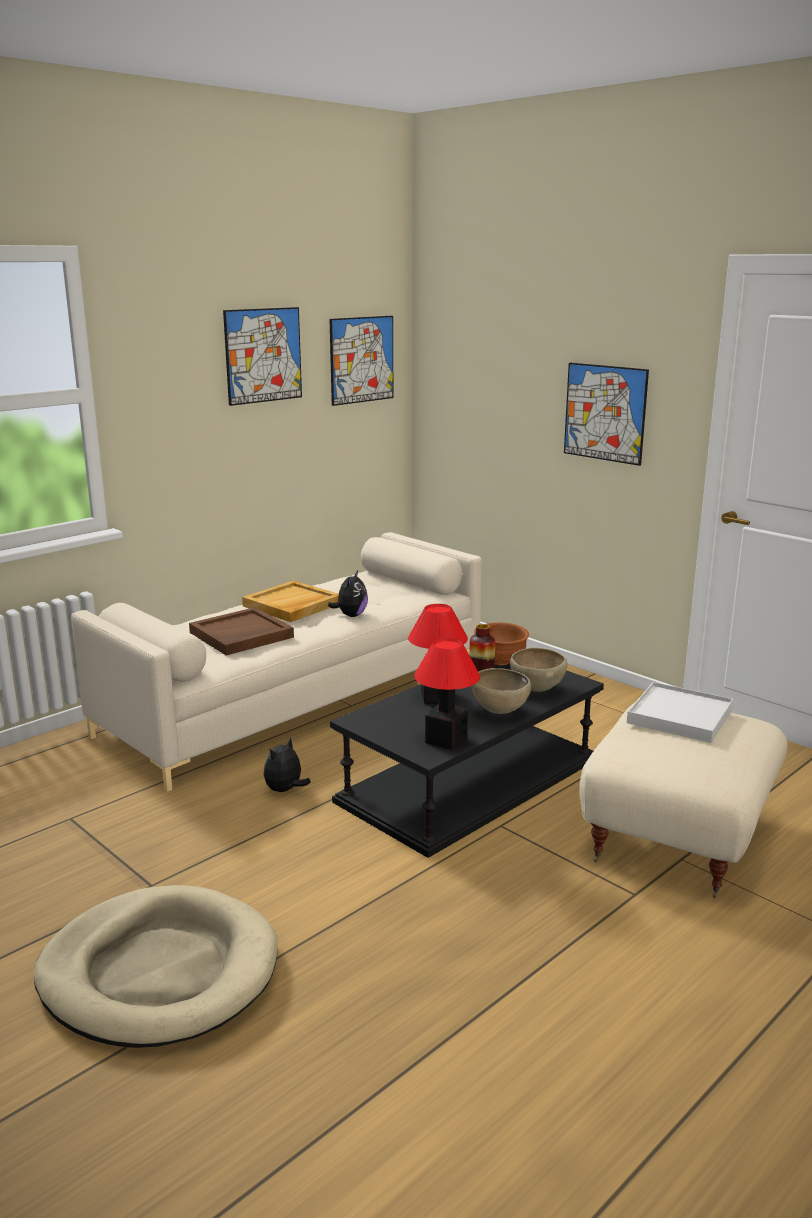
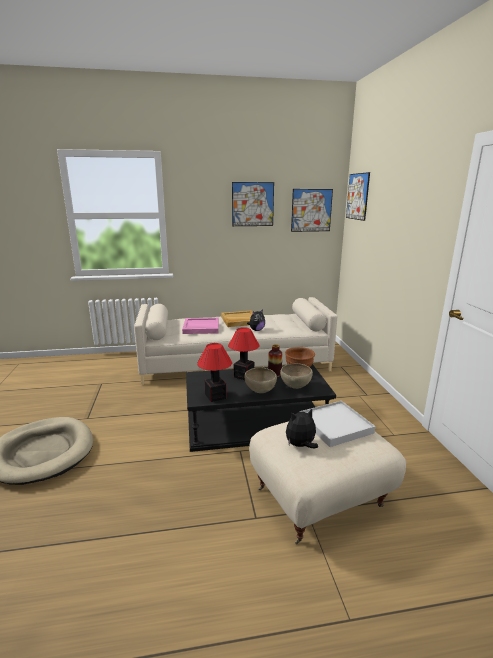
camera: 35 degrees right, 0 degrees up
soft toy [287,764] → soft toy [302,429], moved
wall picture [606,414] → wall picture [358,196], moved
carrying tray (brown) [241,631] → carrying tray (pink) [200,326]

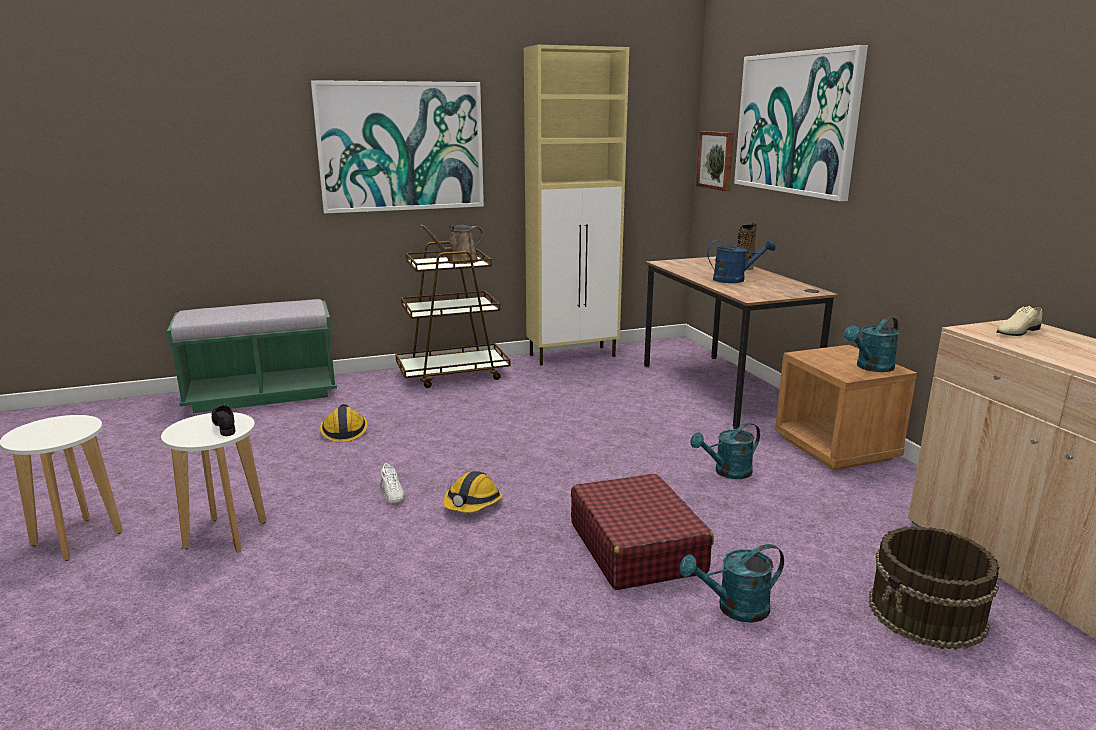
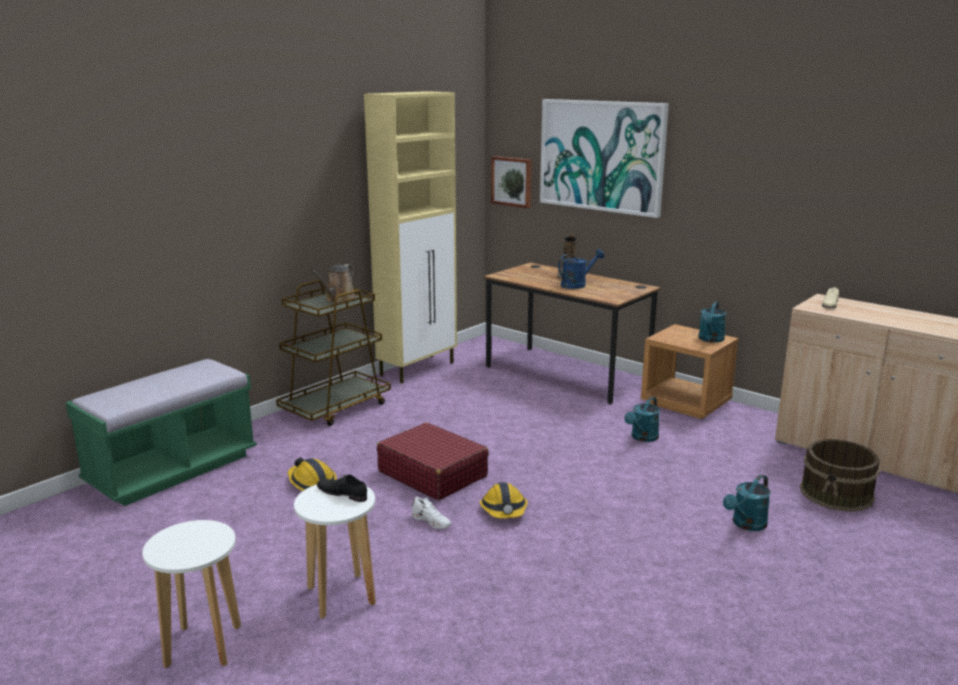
camera: 30 degrees left, 0 degrees up
wall picture [397,146] → -
suitcase (reddish) [642,531] → suitcase (reddish) [433,461], moved

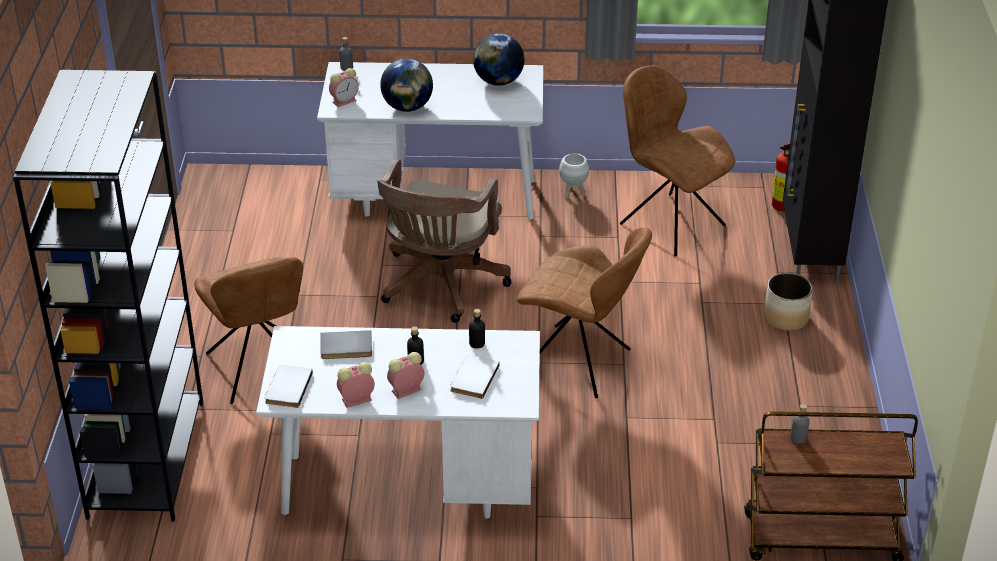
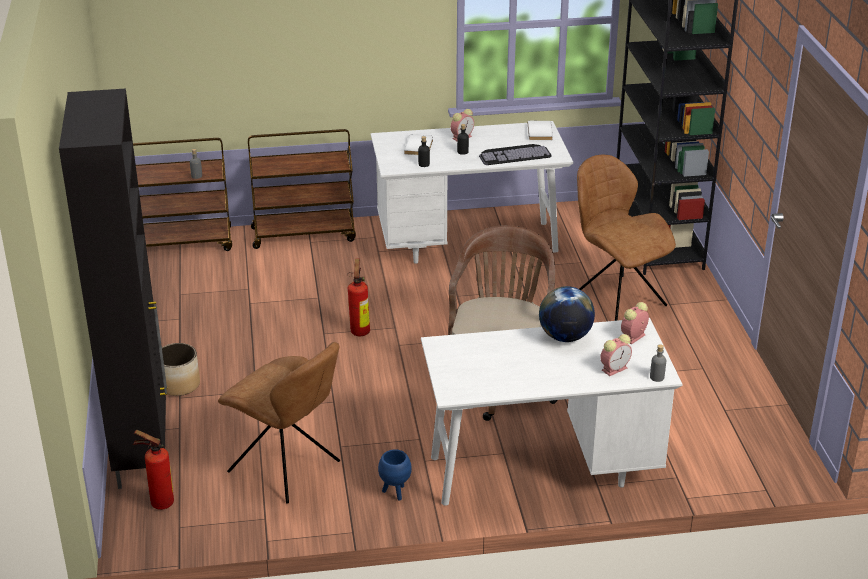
camera: 170 degrees right, 5 degrees down
world globe [498,60] → -
- → wheeled cart (brown) [302,189]
bedside clock [356,385] → bedside clock [616,355], moved
volume (gray) [346,344] → computer keyboard [515,154]
upright chair (brown) [584,312] → fire-fighting cylinder [358,297]
planter (white-coloured) [574,175] → planter (blue) [395,475]

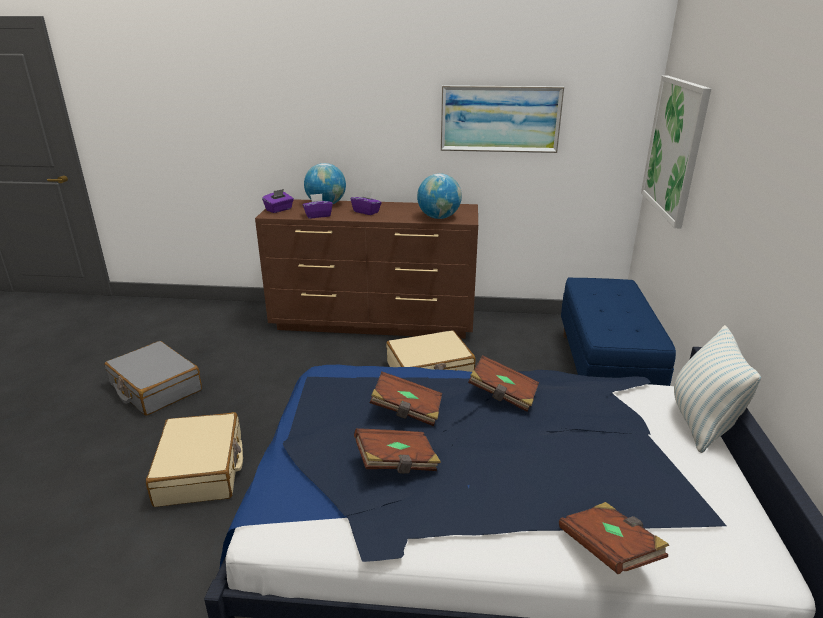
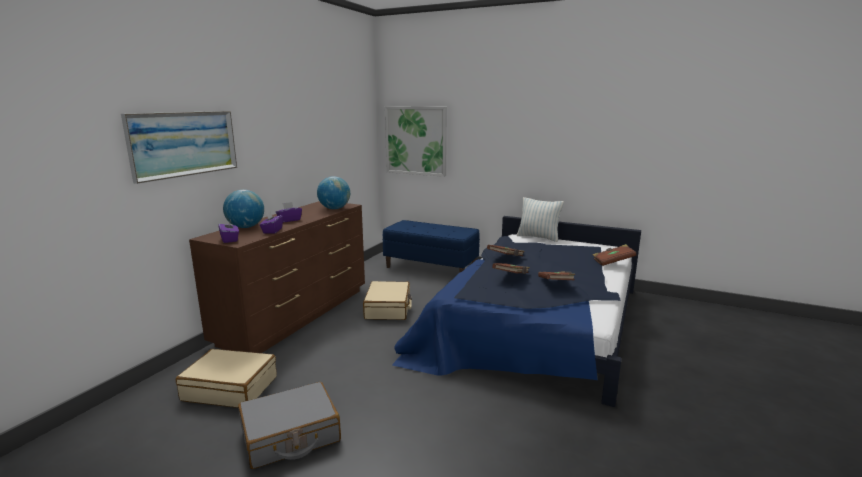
camera: 70 degrees left, 10 degrees down
suitcase (sand-coloured) [194,459] → suitcase (sand-coloured) [226,378], moved
wall picture [502,119] → wall picture [179,147], moved

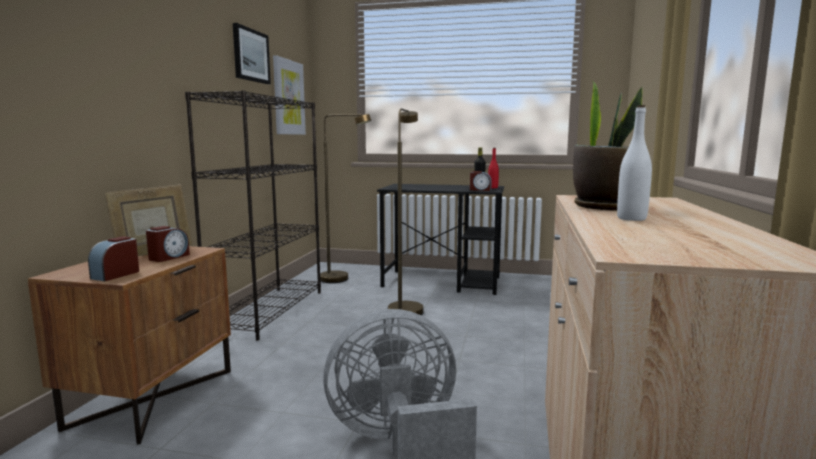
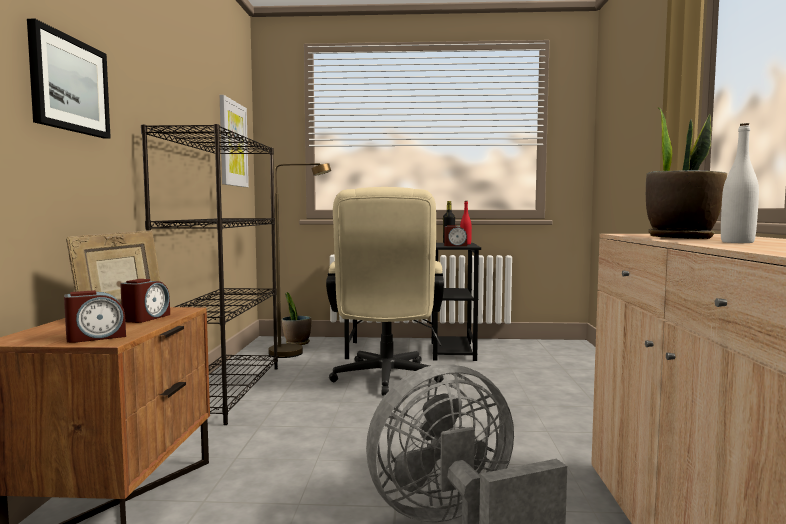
camera: 10 degrees left, 5 degrees down
- → plant in a pot [296,318]
wall picture [252,53] → wall picture [69,78], moved
standard lamp (brown) [405,211] → desk chair (sand-coloured) [385,291]
bedside clock [113,258] → bedside clock [95,316], 135 degrees counterclockwise

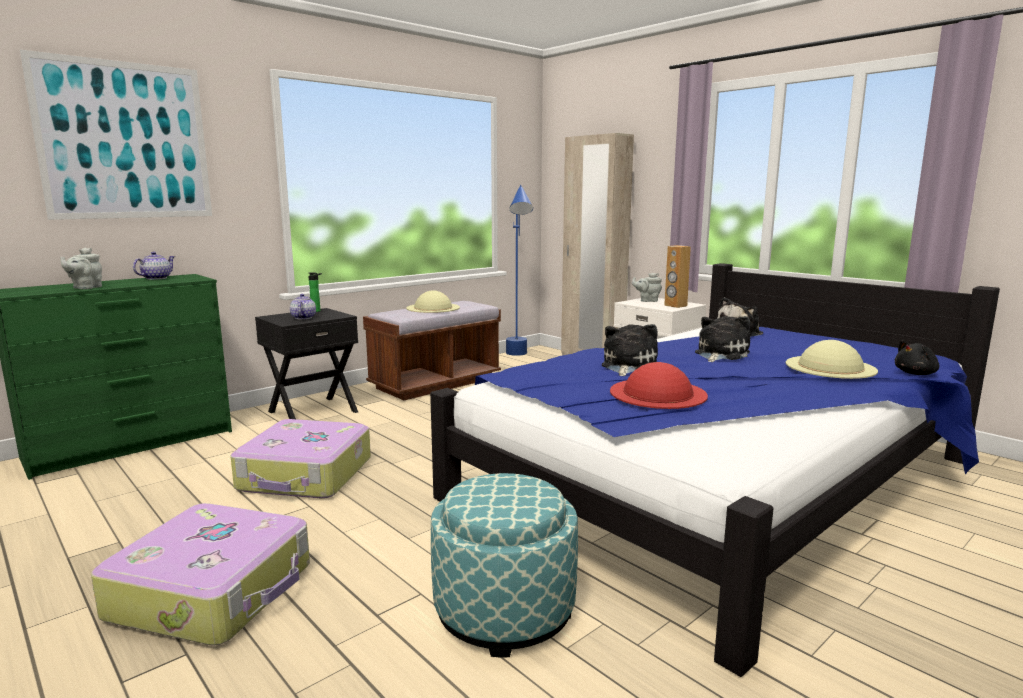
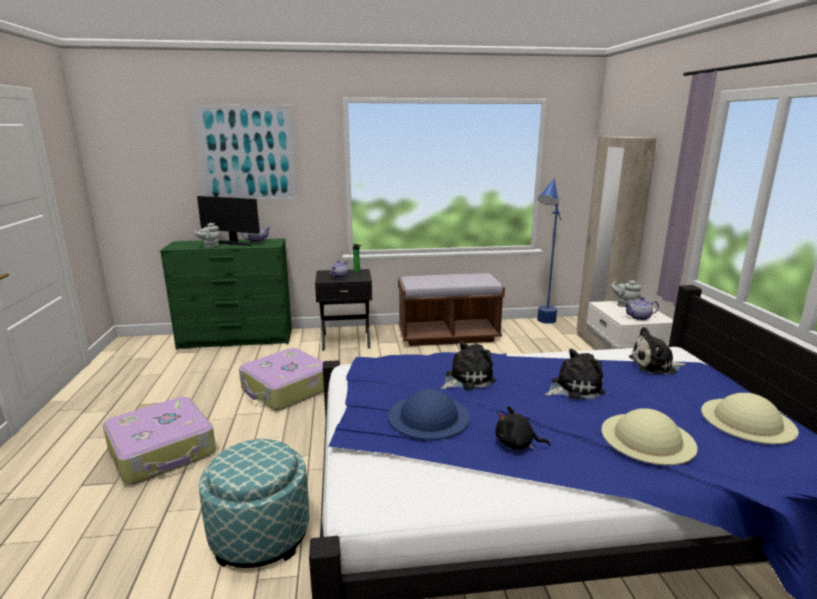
camera: 35 degrees right, 5 degrees up
- → monitor [228,221]
wearable hat (sand-coloured) [433,301] → wearable hat (sand-coloured) [750,418], moved
soft toy (blackish) [917,357] → soft toy (blackish) [523,428], moved
audio speaker (brown) [677,276] → pot for tea [641,308]
wearable hat (reddish) [659,385] → wearable hat (blue) [429,414]

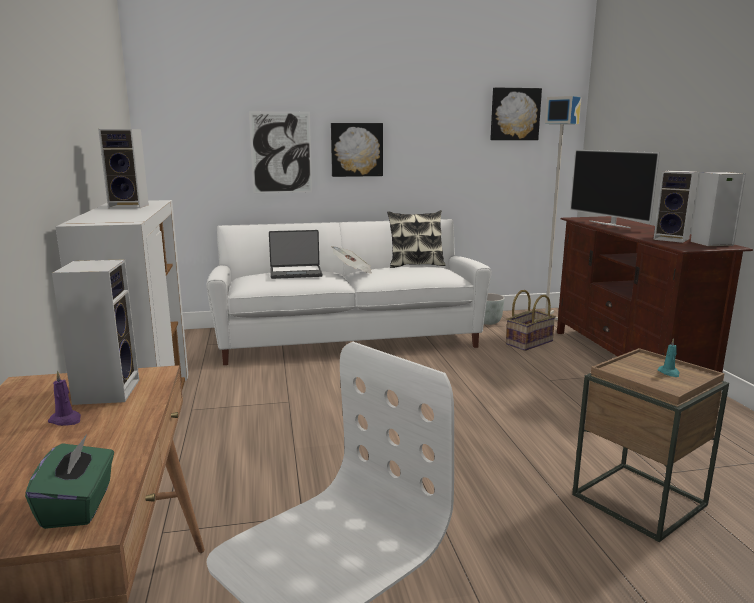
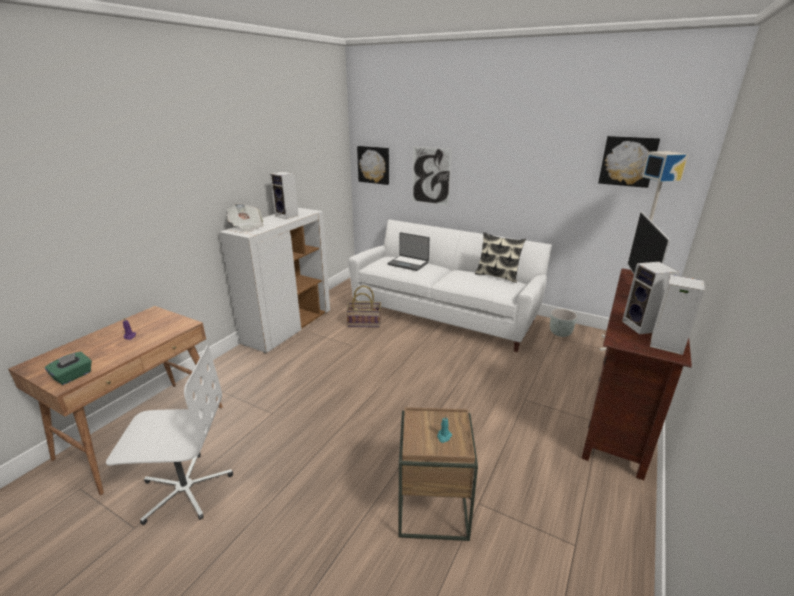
camera: 40 degrees right, 10 degrees up
audio speaker [95,332] → -
wall picture [357,150] → wall picture [373,165], moved
newspaper [351,260] → newspaper [245,217], moved
household basket [531,320] → household basket [363,306], moved

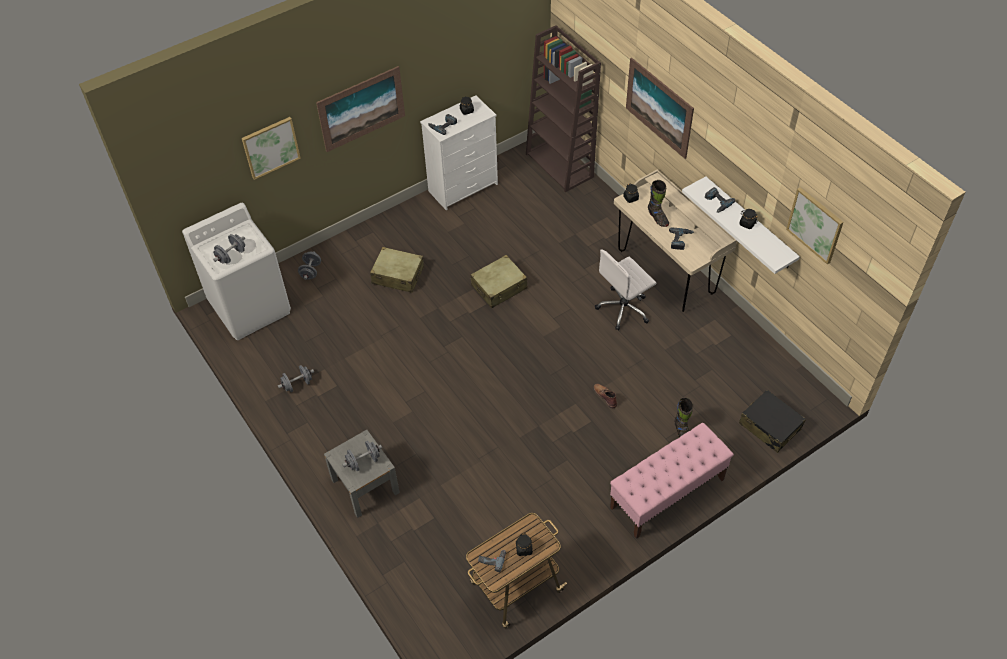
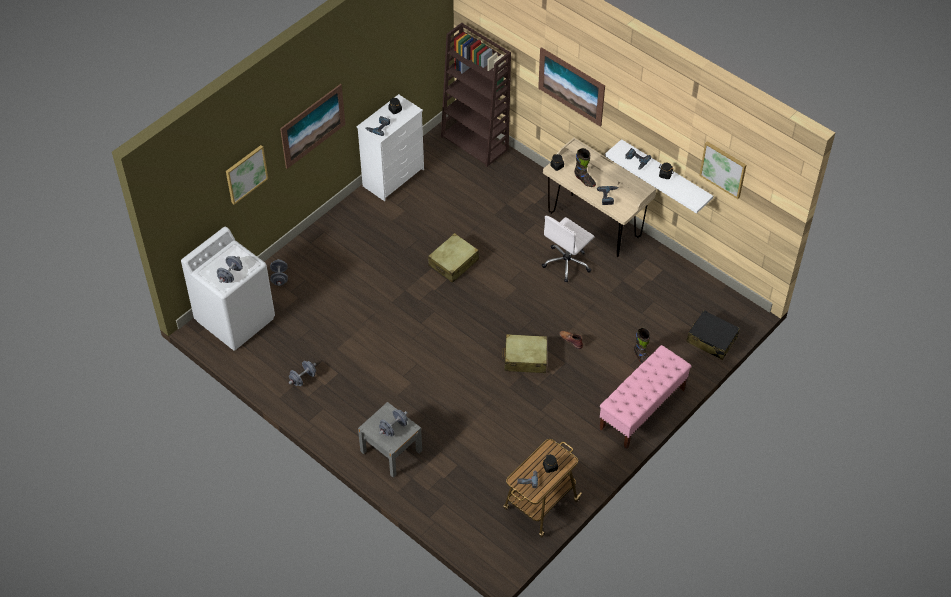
camera: 15 degrees left, 0 degrees up
suitcase (sand-coloured) [397,270] → suitcase (sand-coloured) [525,353], moved

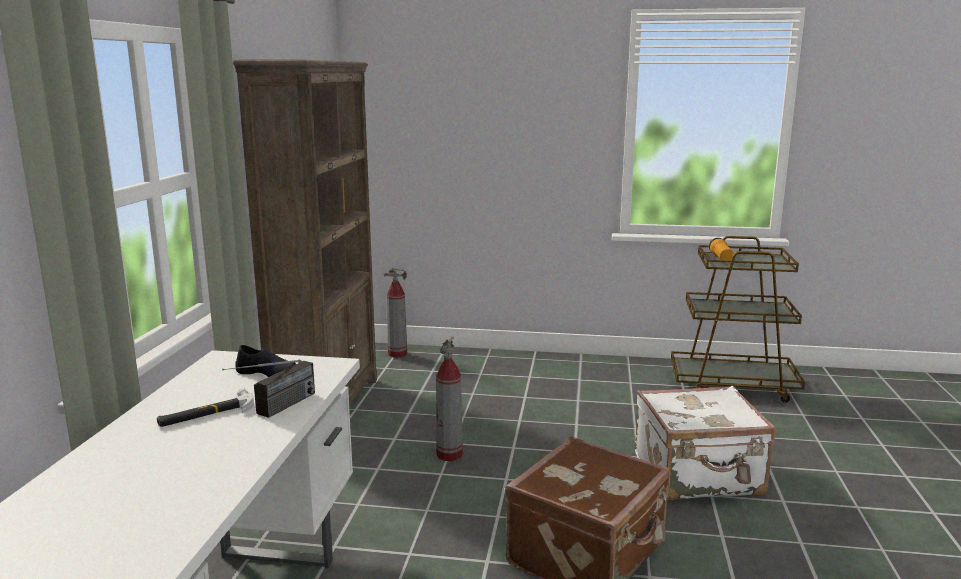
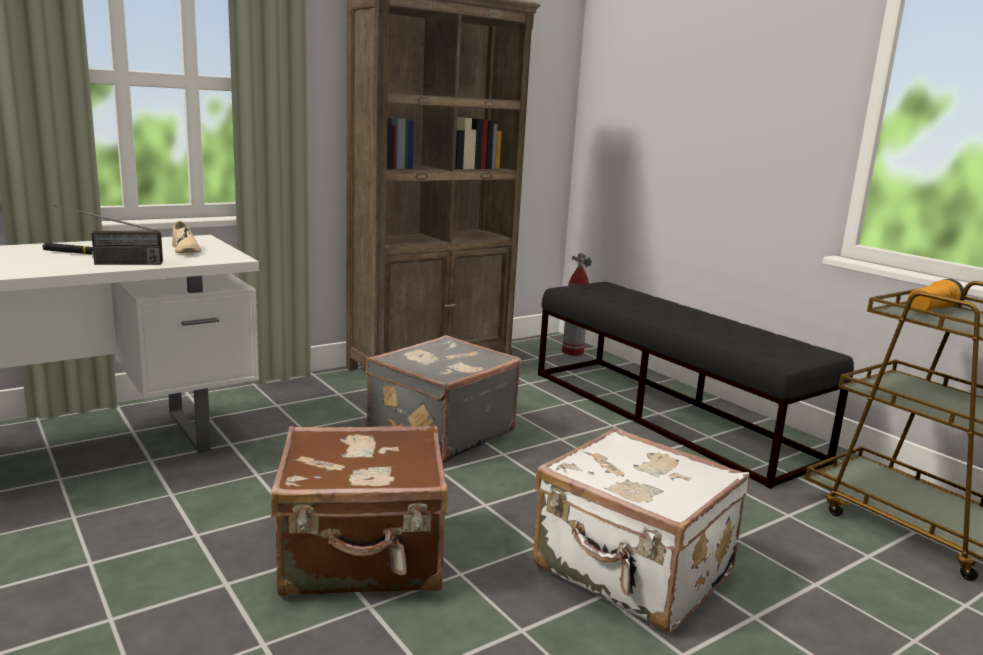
camera: 45 degrees right, 0 degrees up
- → long seat (blackish) [696,385]
fire-fighting cylinder [449,398] → suitcase (gray) [443,399]
shoe (blackish) [265,361] → shoe (sand-coloured) [186,237]

